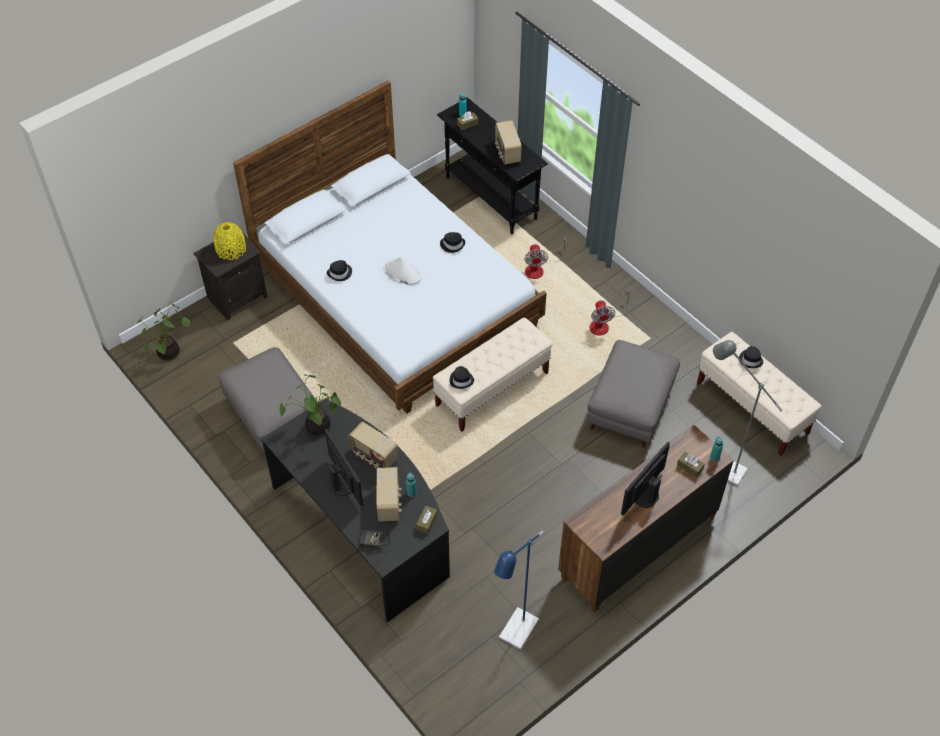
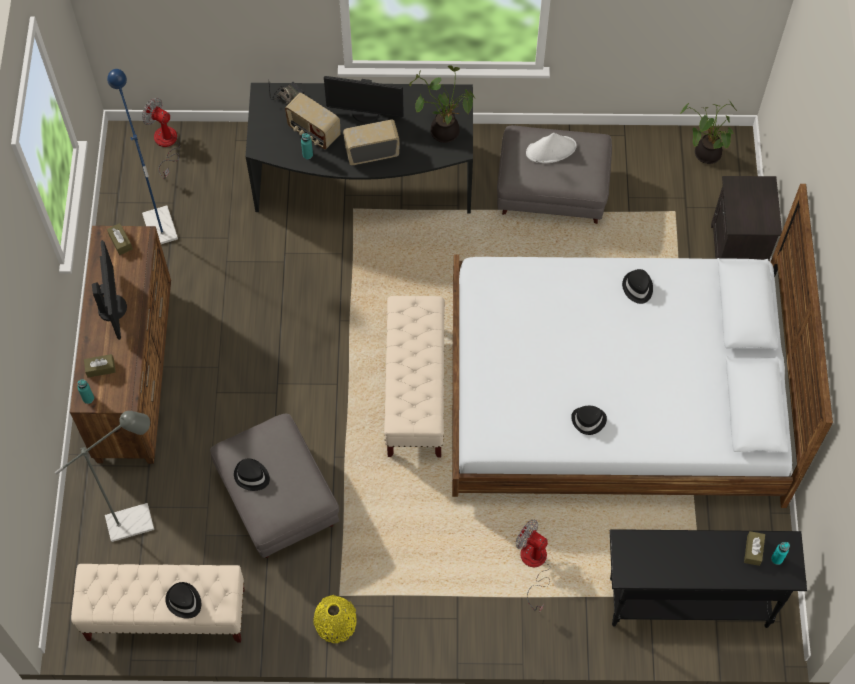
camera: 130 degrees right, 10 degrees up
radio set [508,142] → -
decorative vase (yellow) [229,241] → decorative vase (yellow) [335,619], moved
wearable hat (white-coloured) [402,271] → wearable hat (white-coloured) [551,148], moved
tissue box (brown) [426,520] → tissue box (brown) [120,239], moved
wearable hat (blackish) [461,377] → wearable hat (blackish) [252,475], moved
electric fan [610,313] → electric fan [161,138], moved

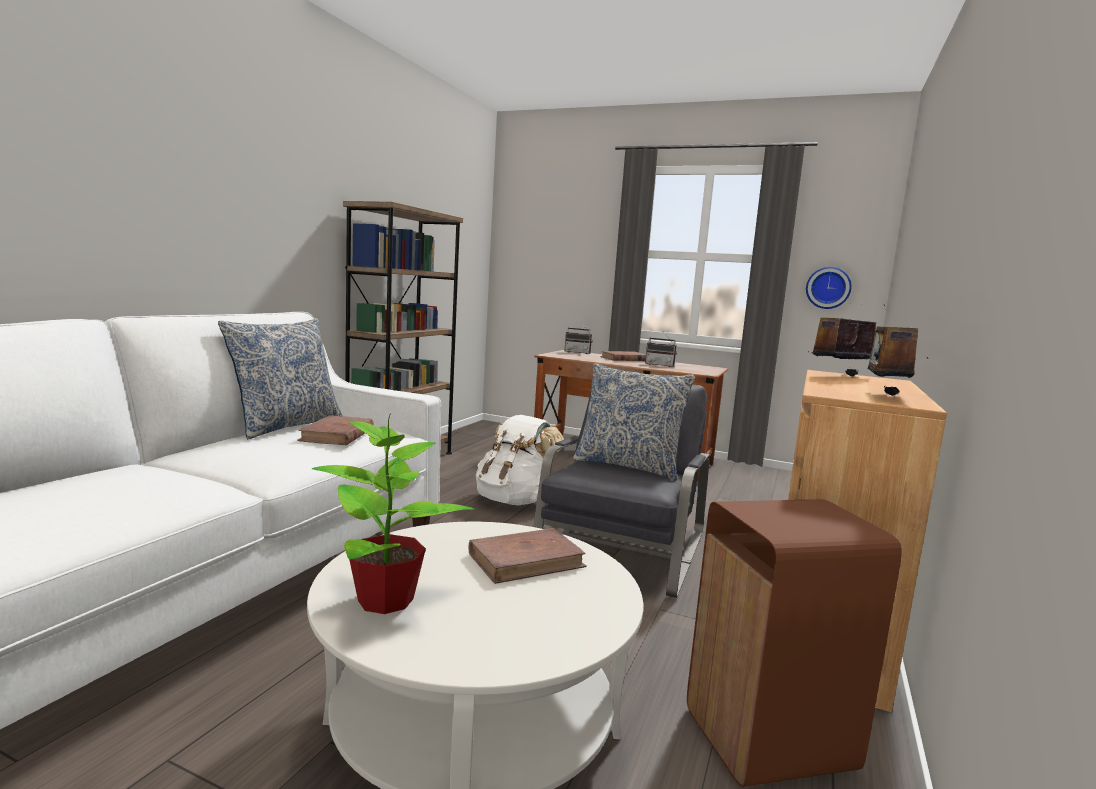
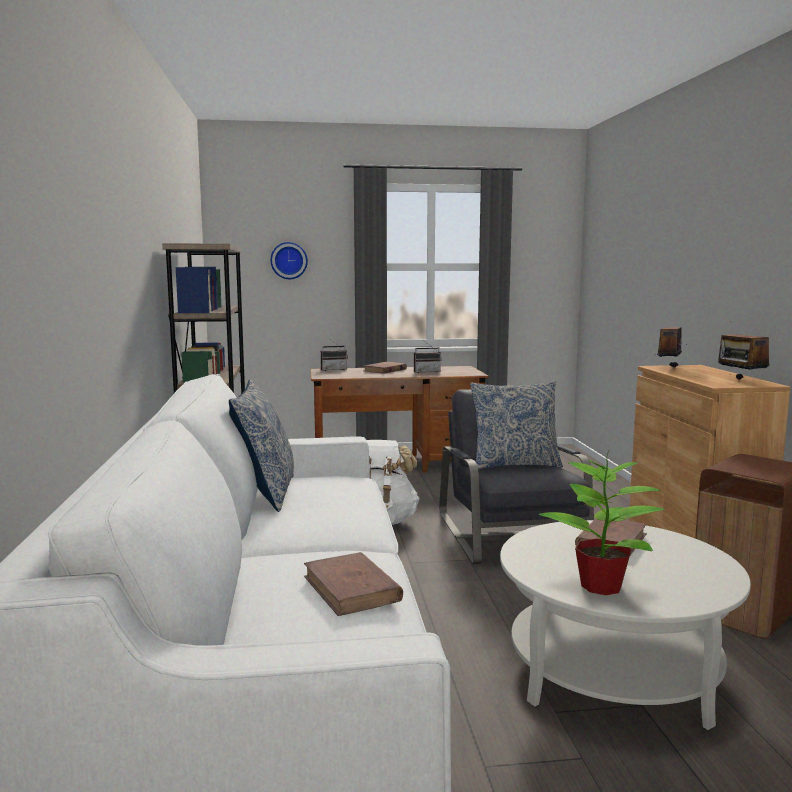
camera: 30 degrees left, 0 degrees up
volume (brown) [335,430] → volume (brown) [353,584], moved
hanging clock [829,288] → hanging clock [289,260], moved

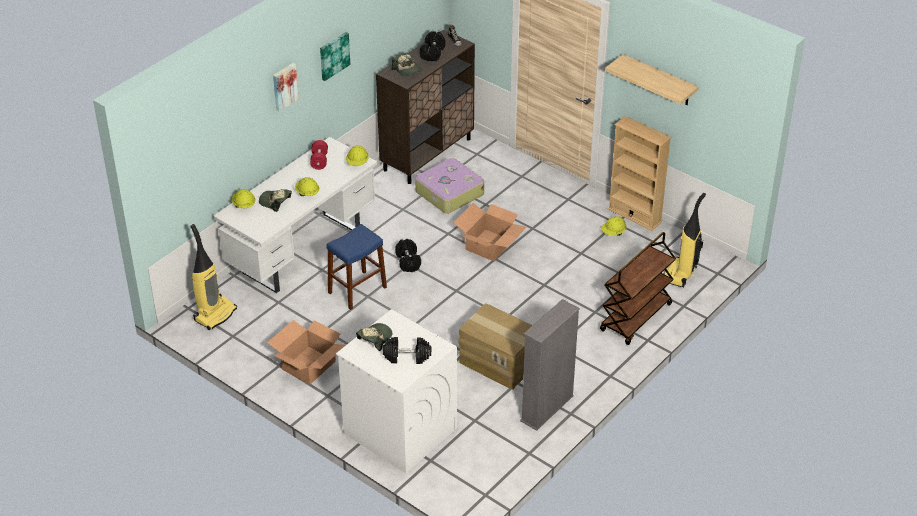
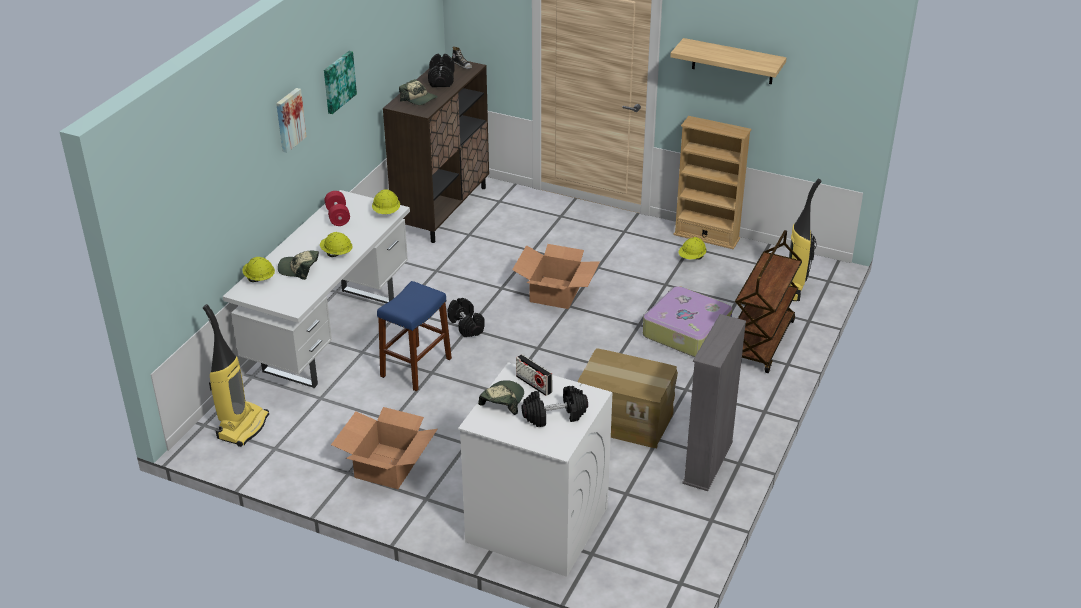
camera: 15 degrees left, 5 degrees down
- → radio set [534,375]
suitcase [449,186] → suitcase [687,321], moved

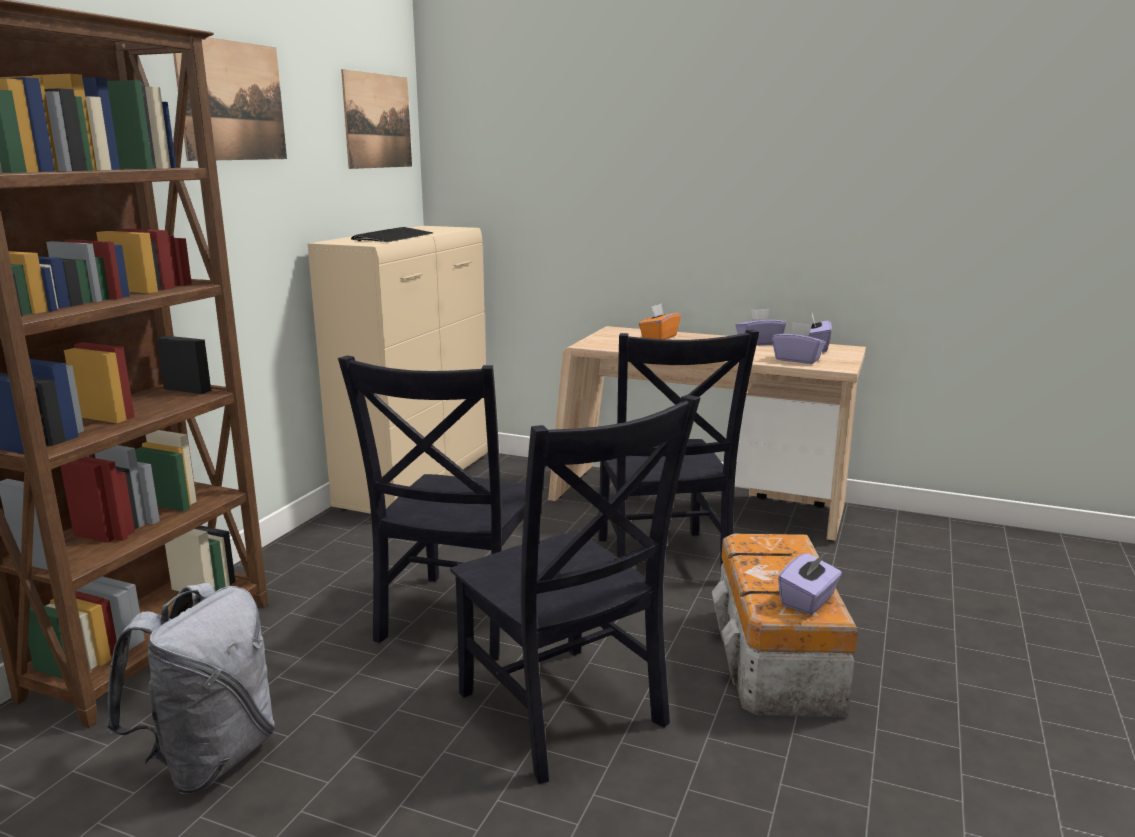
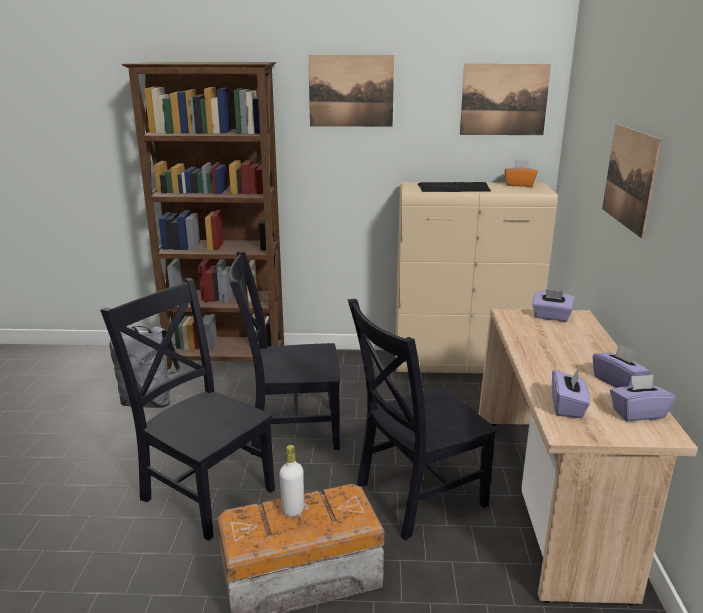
camera: 70 degrees right, 5 degrees up
- → bottle (white-coloured) [291,481]
- → wall picture [632,181]
tissue box (orangey) [660,321] → tissue box (orangey) [521,173], moved
tissue box (purple-coloured) [810,584] → tissue box (purple-coloured) [553,305], moved
upright chair (blackish) [575,589] → upright chair (blackish) [187,409], 90 degrees clockwise

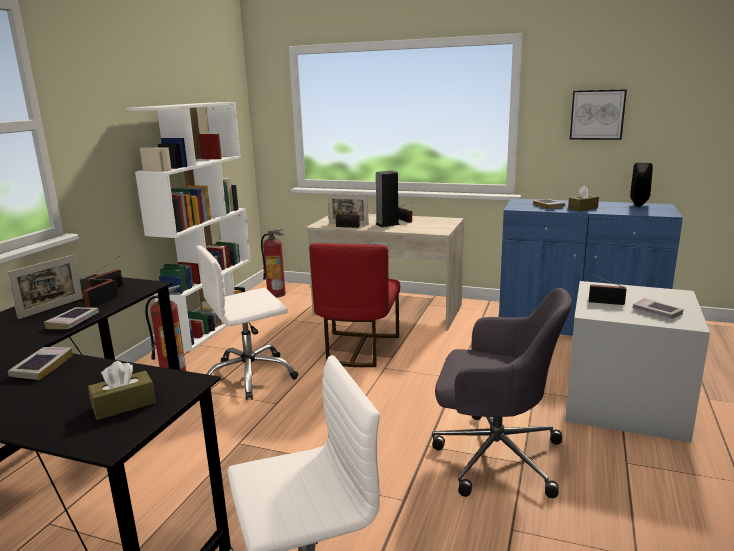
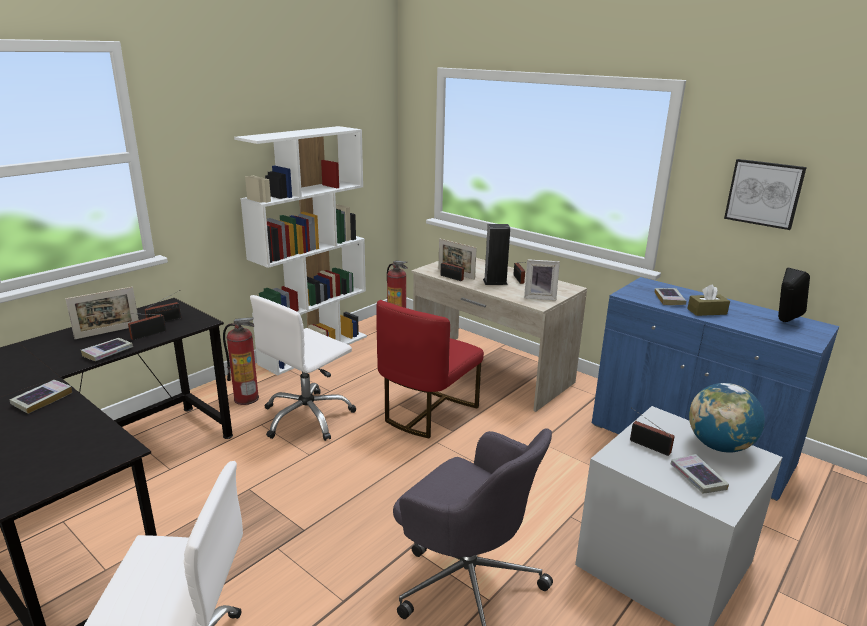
camera: 20 degrees right, 5 degrees up
tissue box (brown) [122,390] → -
- → standing frame [542,279]
- → world globe [727,418]
desk chair (white-coloured) [247,322] → desk chair (white-coloured) [303,368], 45 degrees counterclockwise

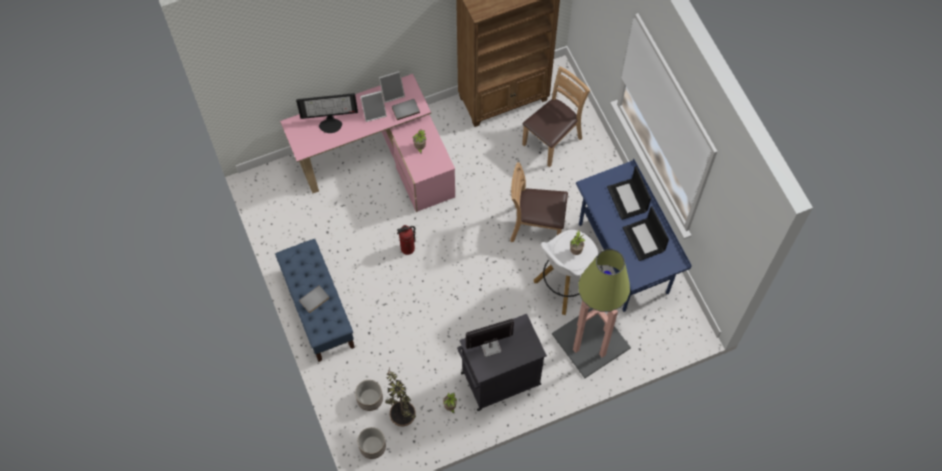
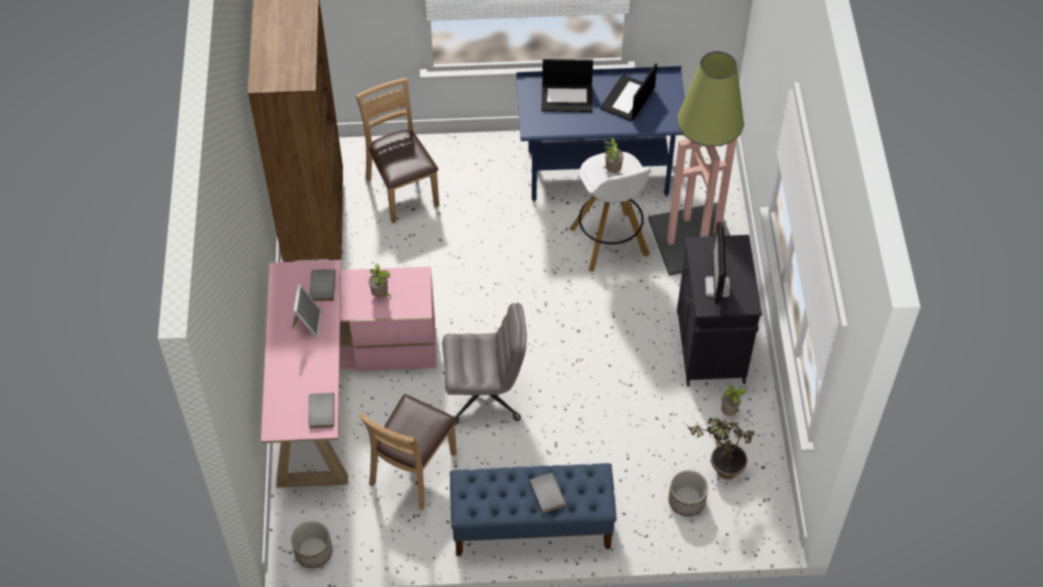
camera: 70 degrees left, 10 degrees down
monitor [327,113] → -
standing frame [392,87] → -
- → volume (gray) [321,411]
planter [372,443] → planter [312,544], moved
upright chair (brown) [539,202] → upright chair (brown) [407,452], moved
fire-fighting cylinder [406,240] → desk chair (gray) [484,364]
portable computer [646,233] → portable computer [628,92], 120 degrees clockwise

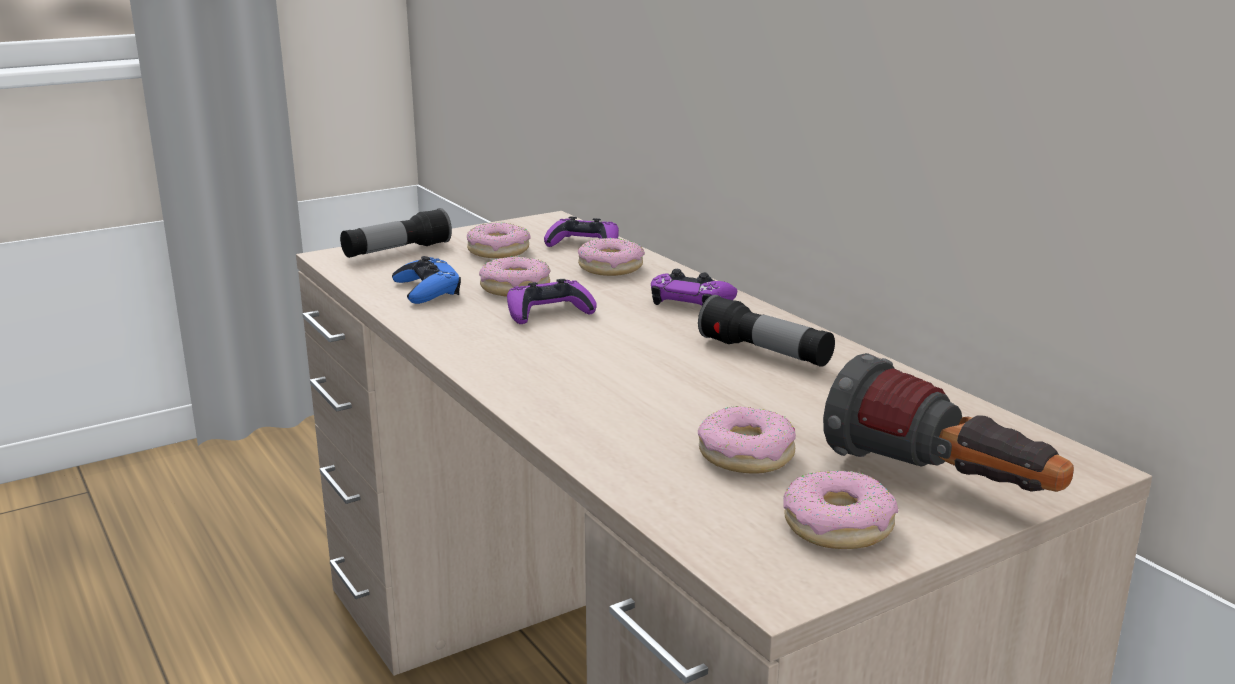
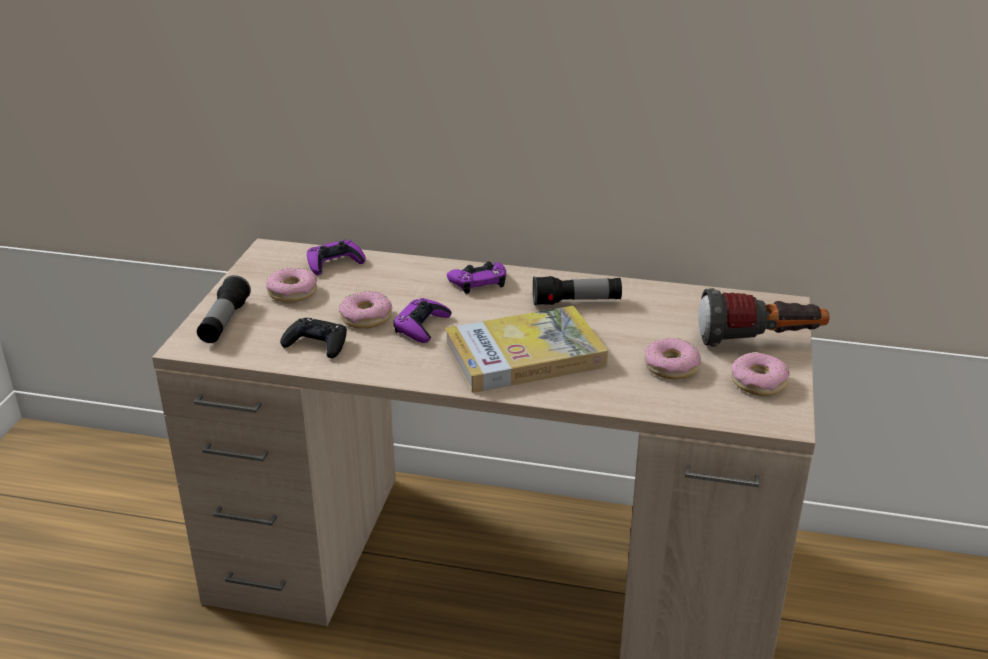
camera: 45 degrees left, 10 degrees up
donut [611,257] → -
- → volume [526,349]
joypad (blue) [426,280] → joypad (blackish) [313,338]

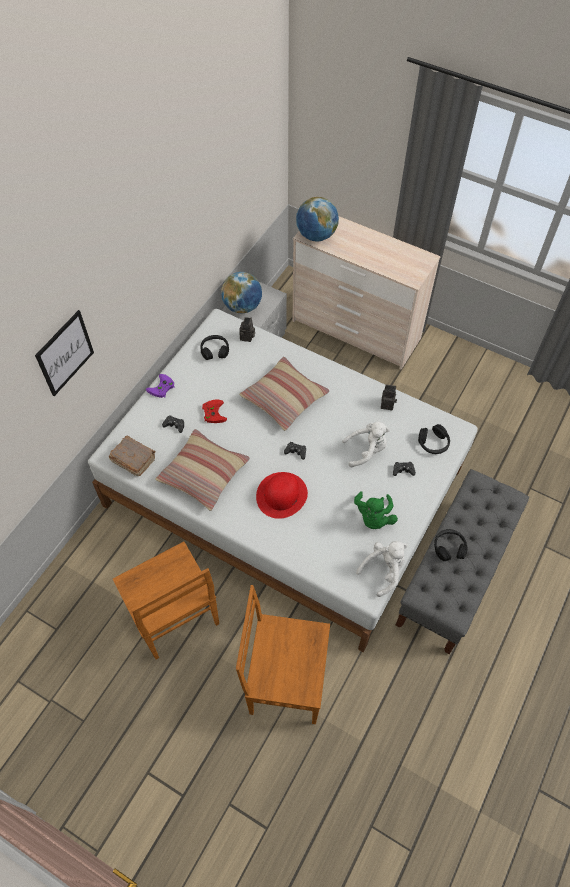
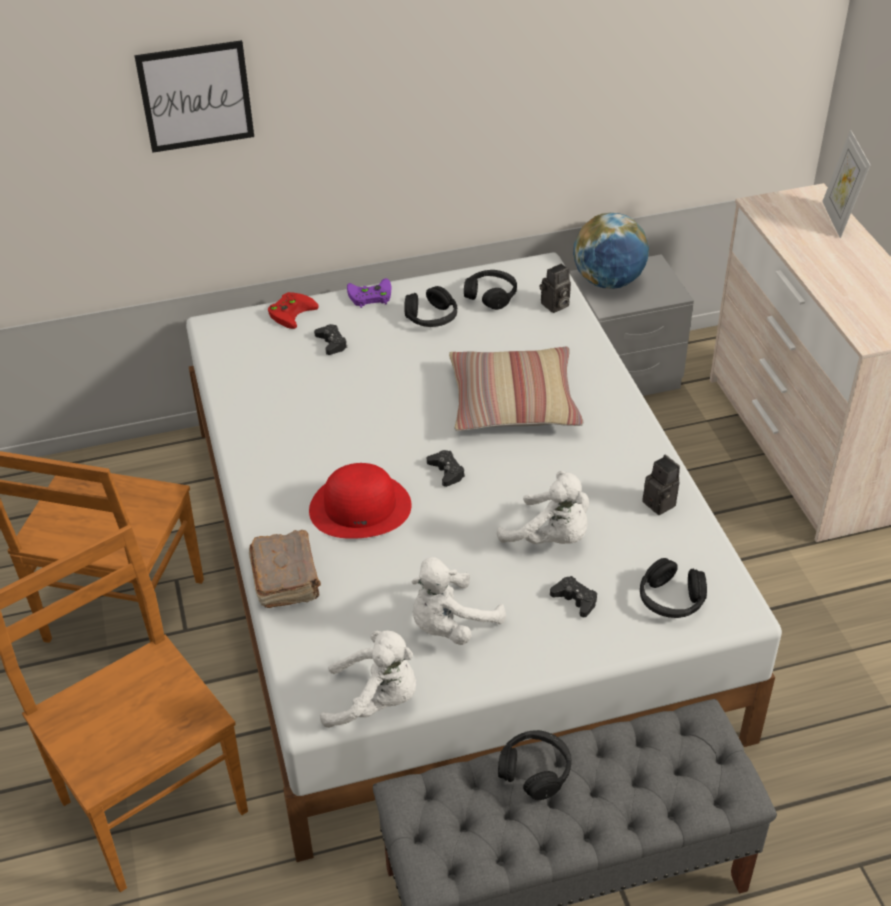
camera: 45 degrees right, 15 degrees down
cushion [202,470] → -
world globe [317,219] → -
- → headset (blackish) [430,306]
- → standing frame [846,184]
volume (brown) [132,456] → volume (brown) [285,569], moved
joypad (reddish) [214,411] → joypad (reddish) [293,310], moved
soft toy (greenish) [376,510] → soft toy (white-coloured) [458,601]

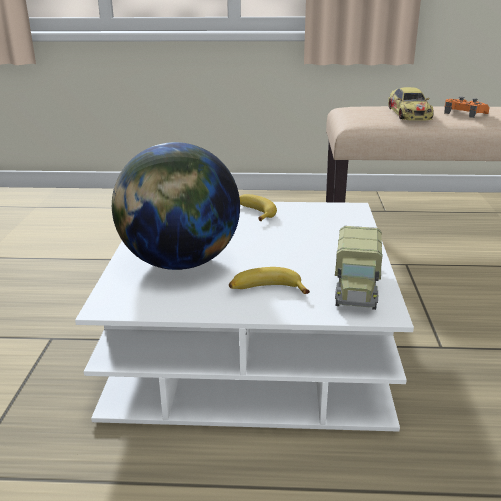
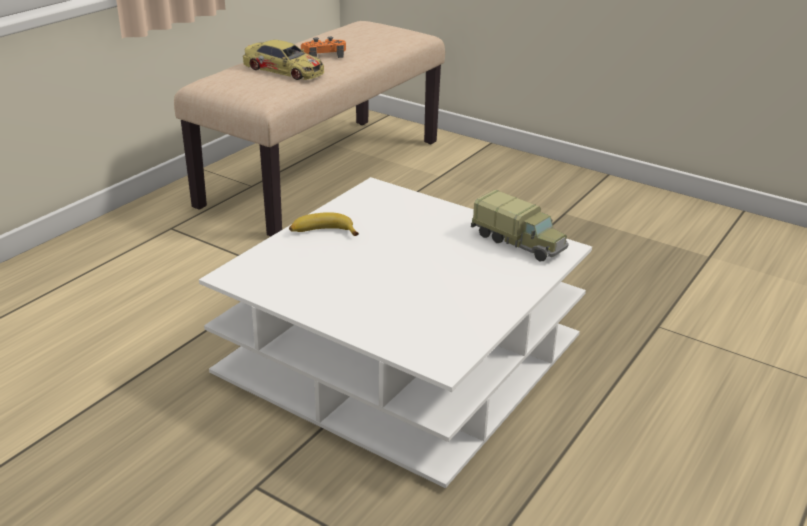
camera: 60 degrees left, 5 degrees up
world globe [176,206] → -
whole banana [269,280] → -

